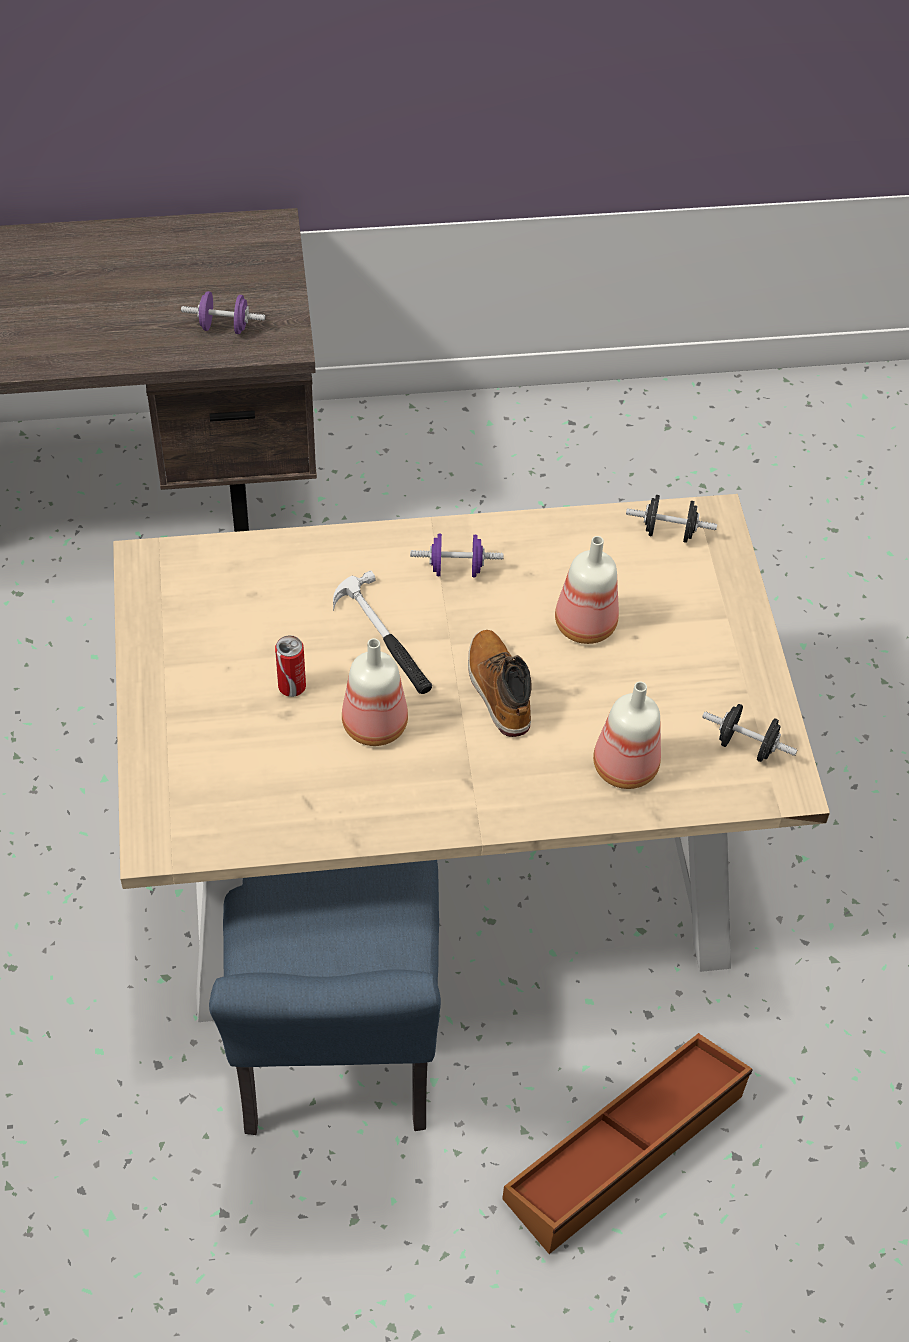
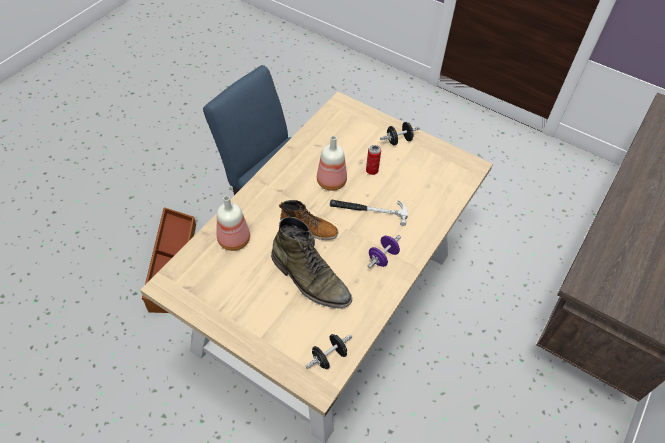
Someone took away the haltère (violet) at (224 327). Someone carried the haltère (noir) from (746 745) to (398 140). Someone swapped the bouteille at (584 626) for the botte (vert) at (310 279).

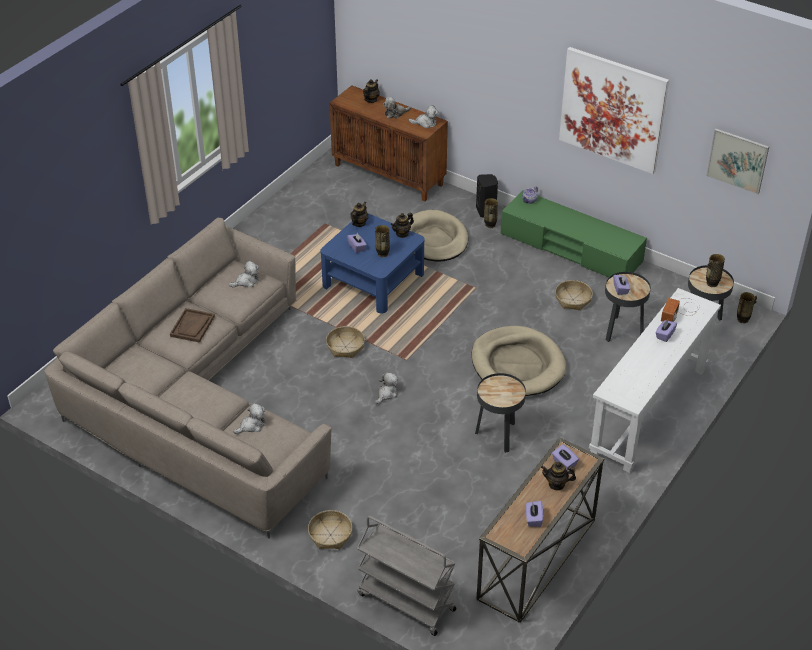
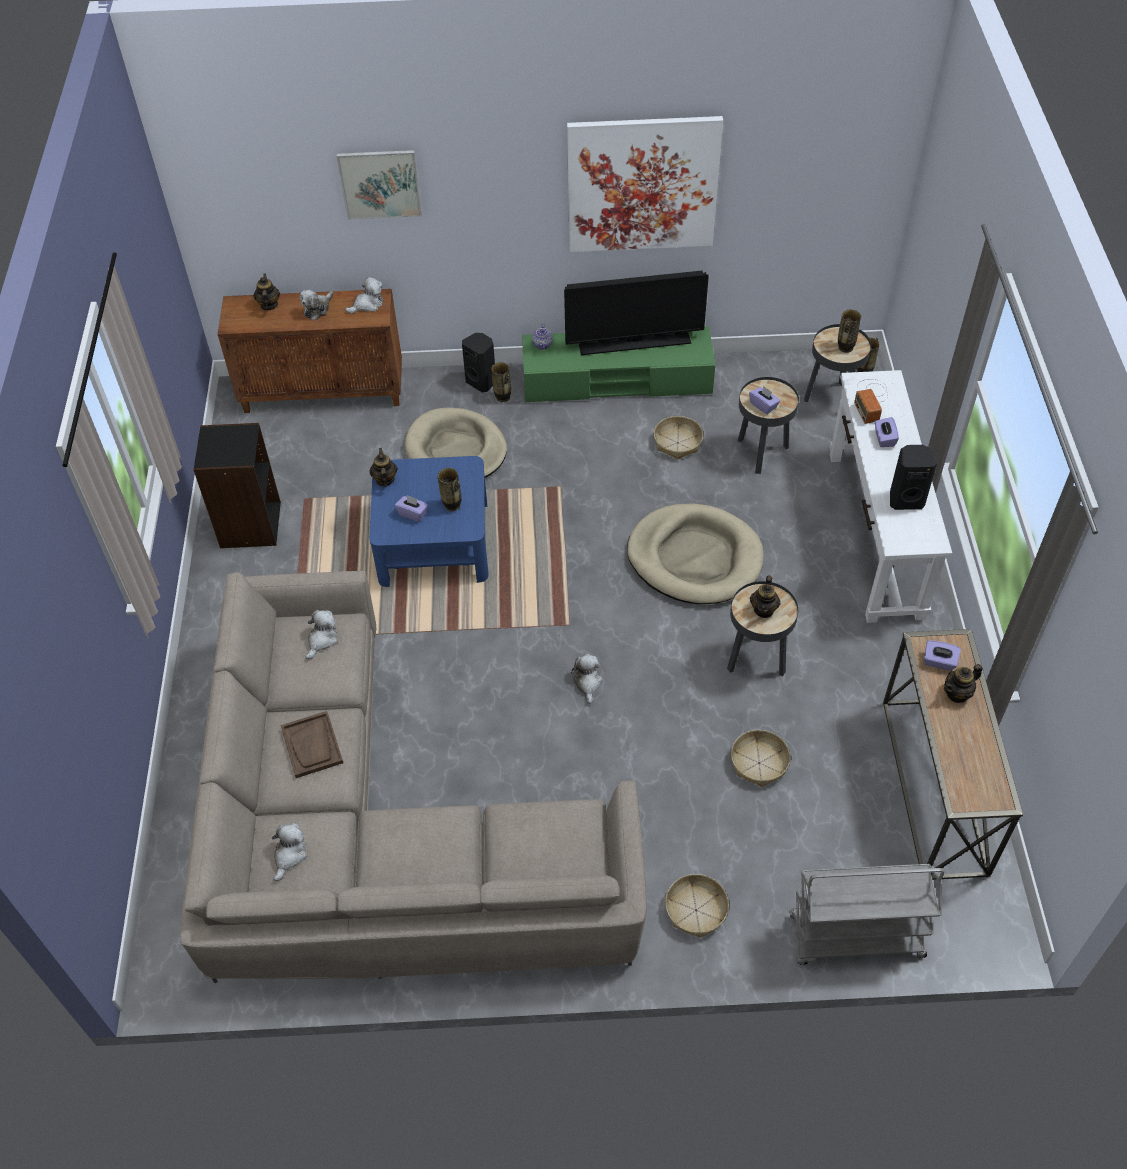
Someone took away the boîte à mouchoirs (violet) at (533 519). Someone put down the bibliothèque (noir) at (249 524). Someone put down the téléviseur at (634 343). Someone put down the enceinte (noir) at (905 499). Someone carried the peluche from (251 425) to (289 855). Someone carried the panier from (345 346) to (758 763). Someone carried the théière from (402 234) to (764 609). Someone carried the tableau from (737 160) to (380 184).

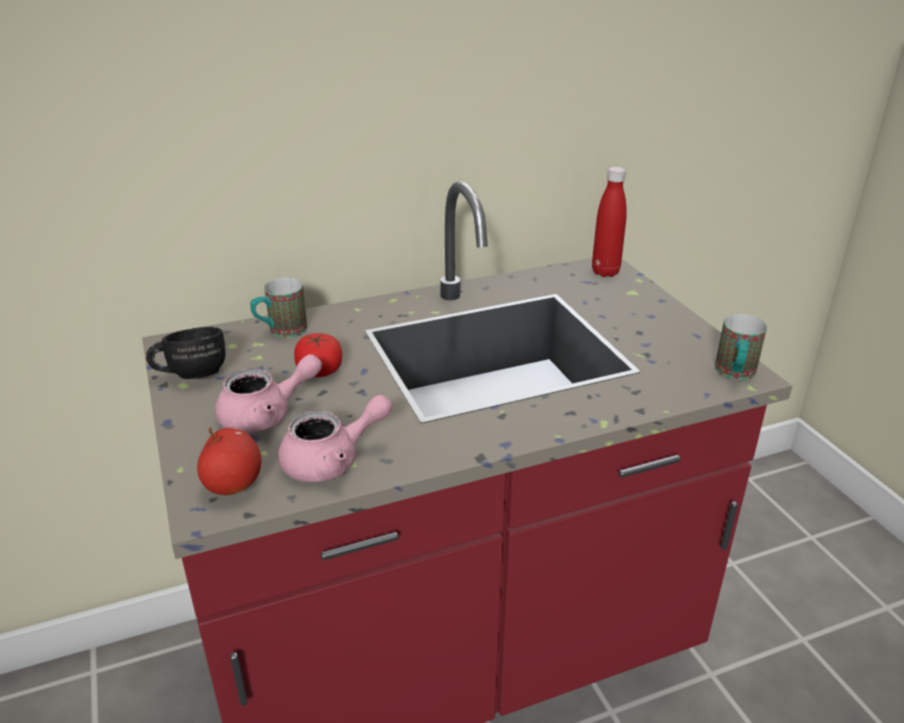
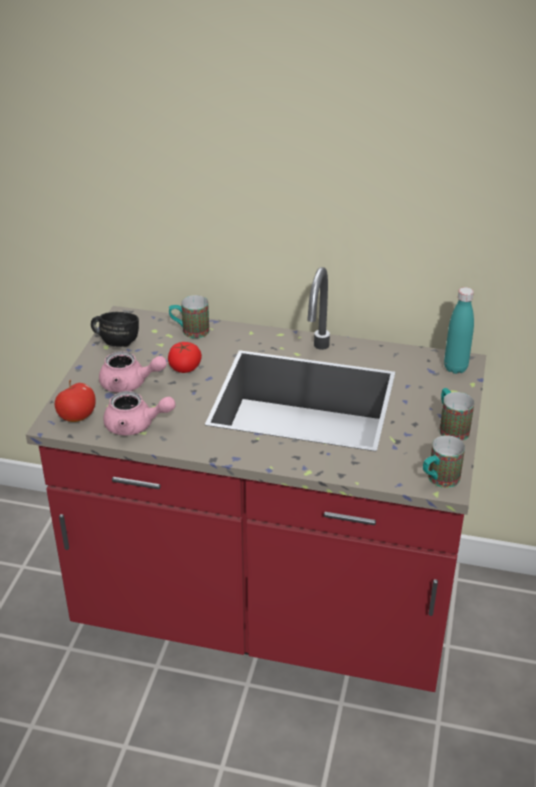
Someone put down the mug at (451 427). Someone repainted the bouteille (rouge) at (605 272), which became the bouteille (turquoise) at (455 368).

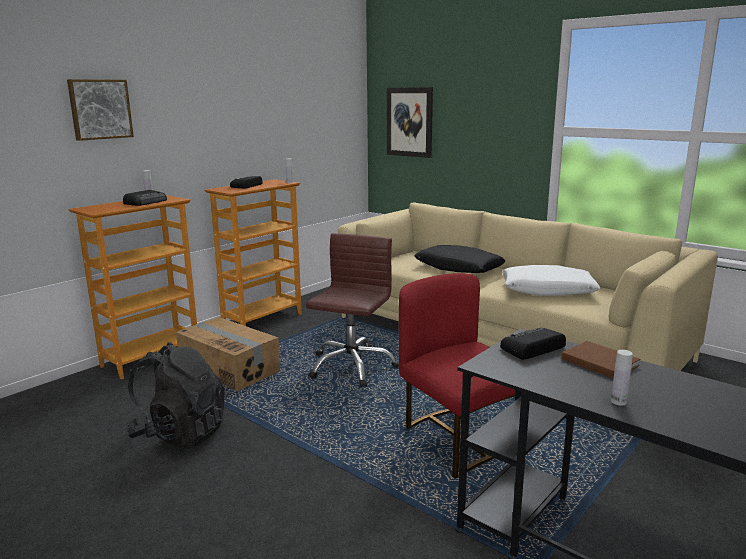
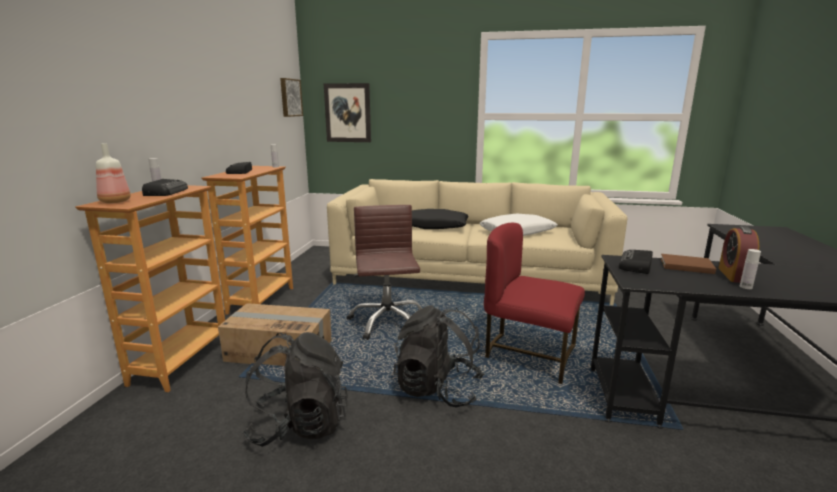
Someone put down the bouteille at (114 202). Someone put down the sac à dos (noir) at (437 389). Someone put down the réveil at (734 275). Someone carried the tableau from (100 109) to (290 97).

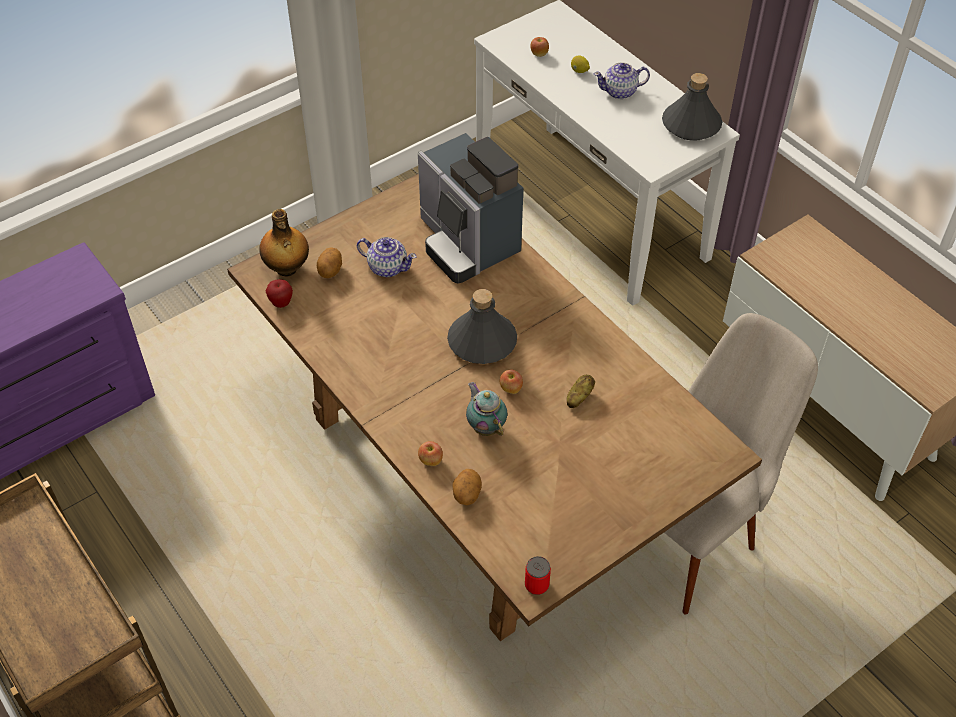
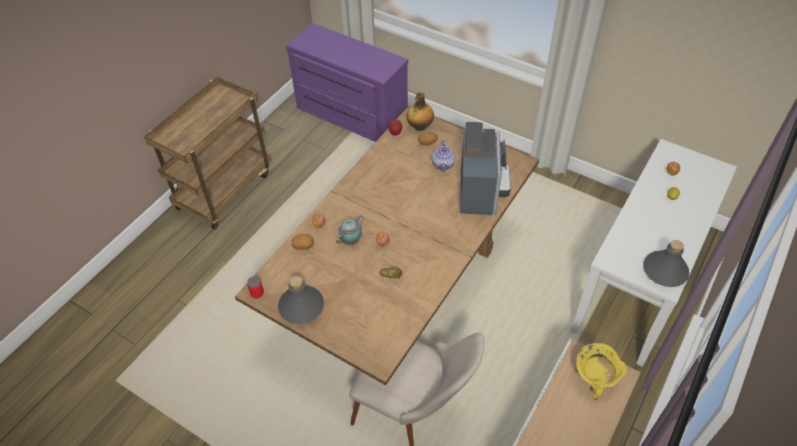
Someone took away the théière at (620 92). Someone put down the marmite (jaune) at (594 380). Someone carried the bouteille (gris) from (481 341) to (301 306). Someone rotated the machine à café at (467 243) by 150 degrees clockwise.

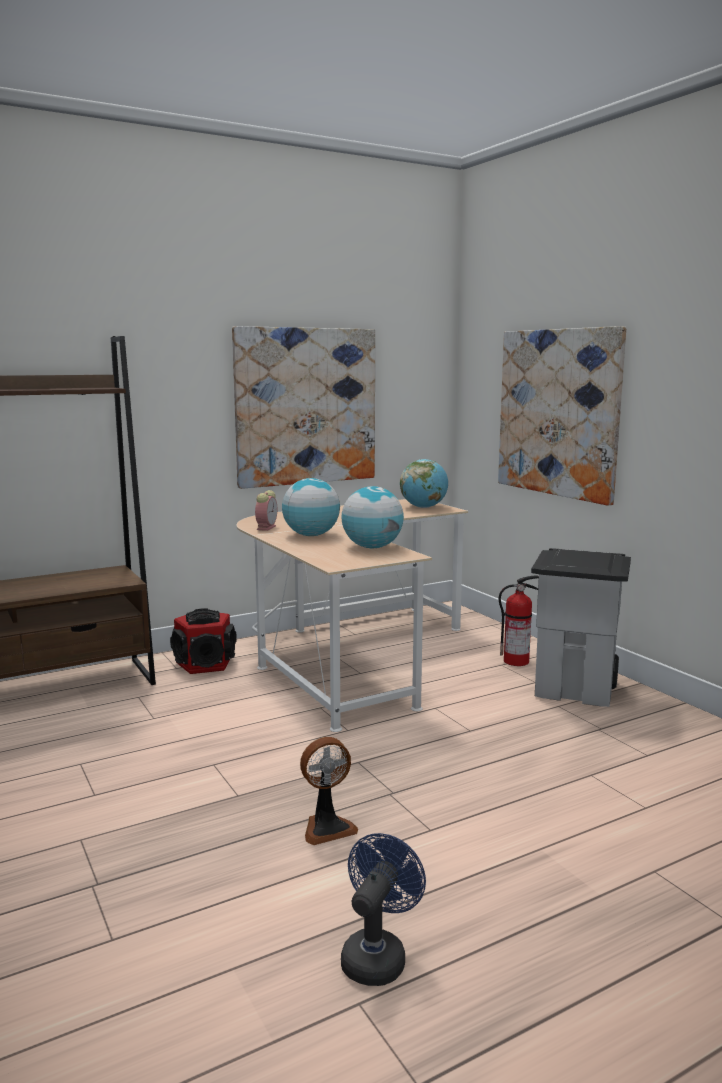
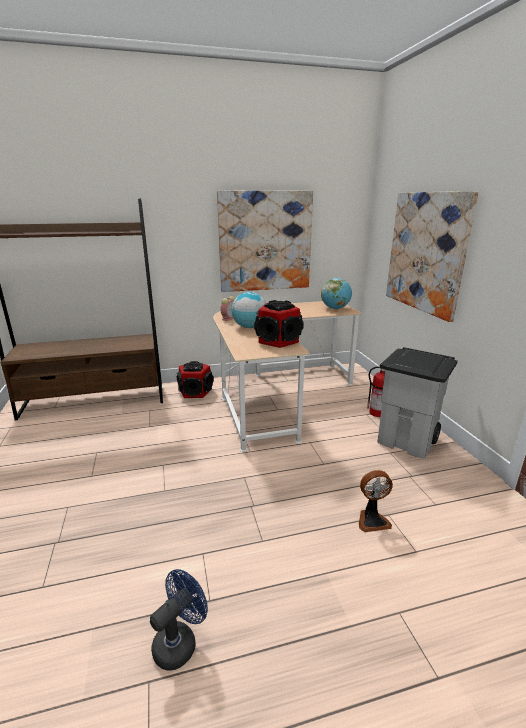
Someone carried the ventilateur from (327 828) to (372 520). Someone swapped the globe at (372 547) for the enceinte at (278 340).

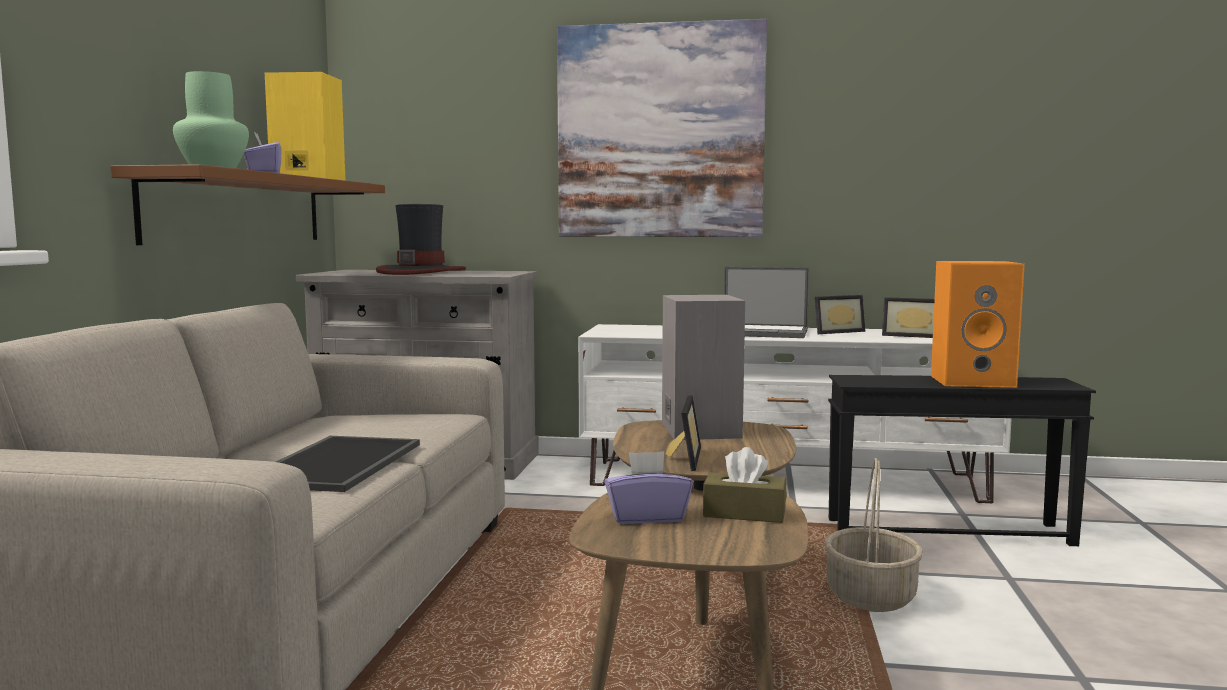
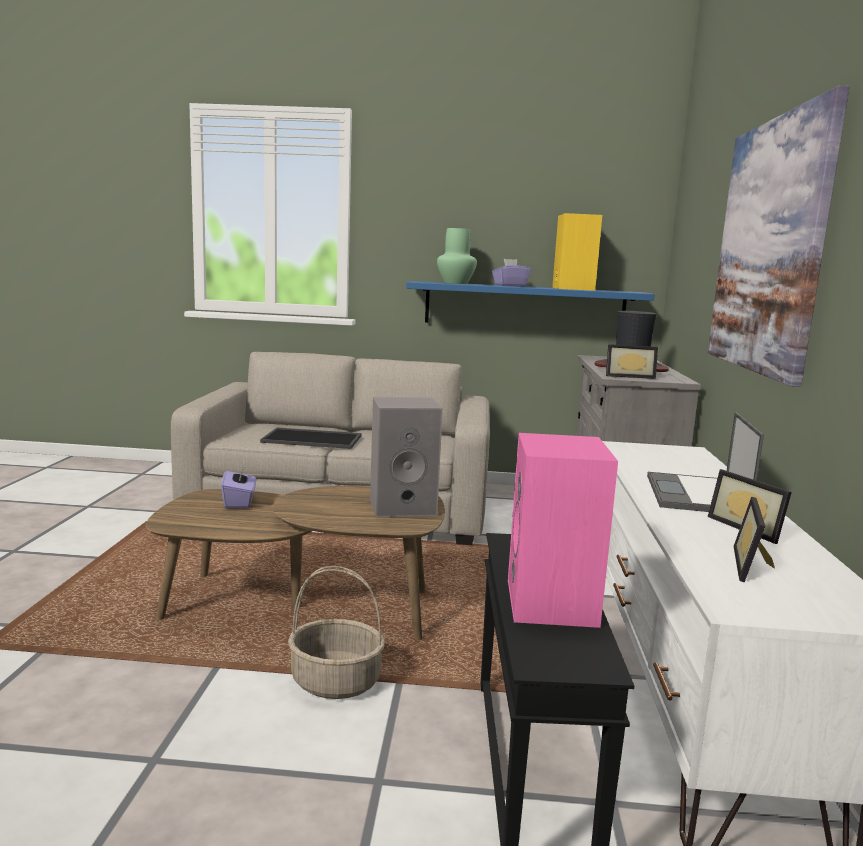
Someone took away the boîte à mouchoirs (marron) at (744 513). Someone carried the cadre photo from (681 459) to (629 376). Someone repainted the étagère (marron) at (239 209), which became the étagère (bleu) at (524 307). Someone repainted the enceinte (orange) at (974 381), which became the enceinte (rose) at (553 604).

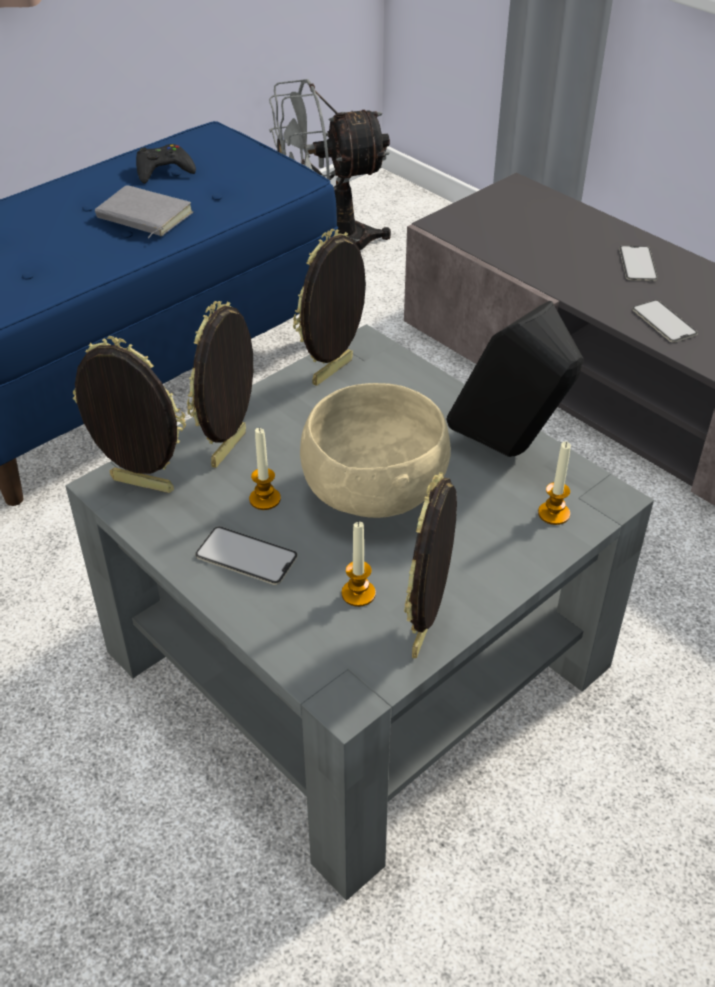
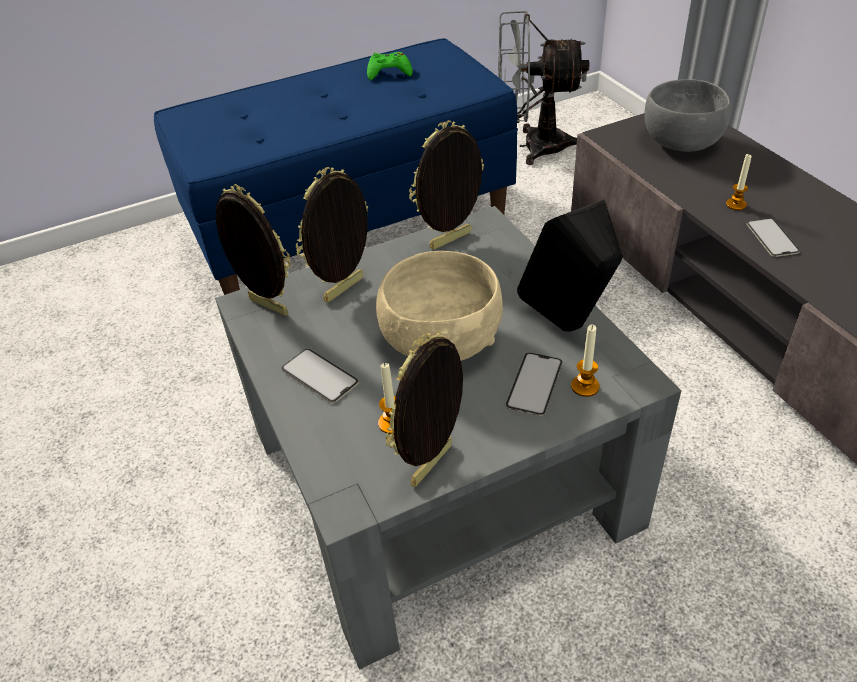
Someone took away the livre (gris) at (142 217). Someone put down the bol (gris) at (681 143). Someone carried the bougie from (265 499) to (736 204). Someone carried the téléphone from (638 264) to (534 384). Someone repainted the manette (noir) at (163 170), which became the manette (vert) at (389 71).

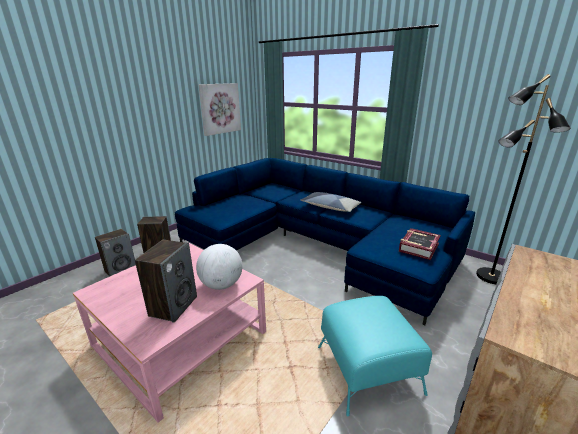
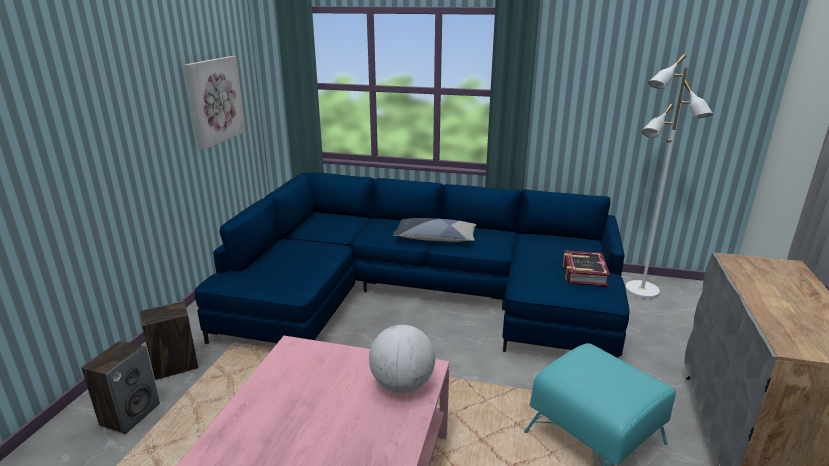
Someone took away the enceinte at (173 306). Someone repainted the lampadaire (noir) at (490 277), which became the lampadaire (blanc) at (641 291).

